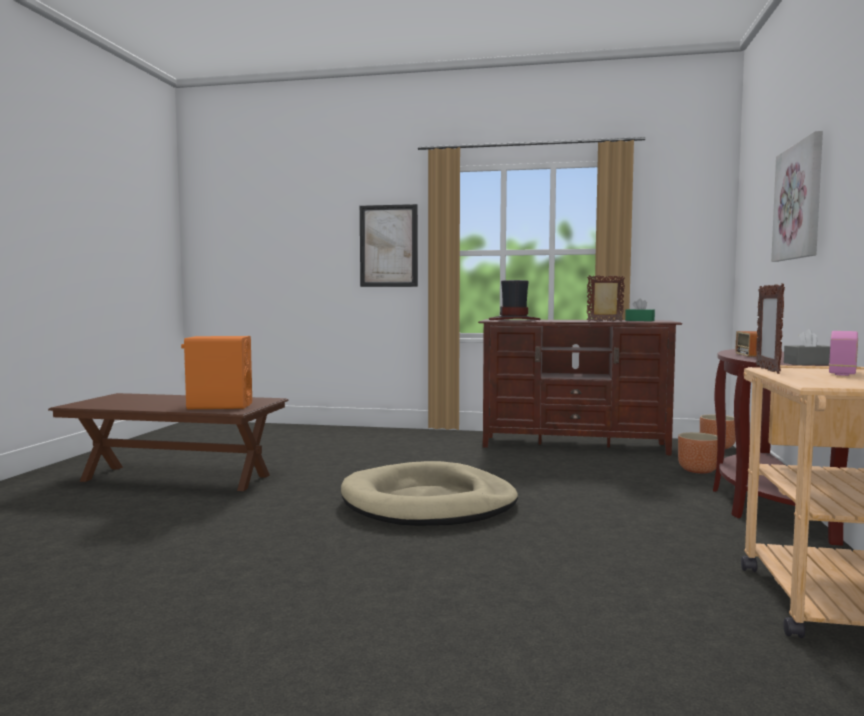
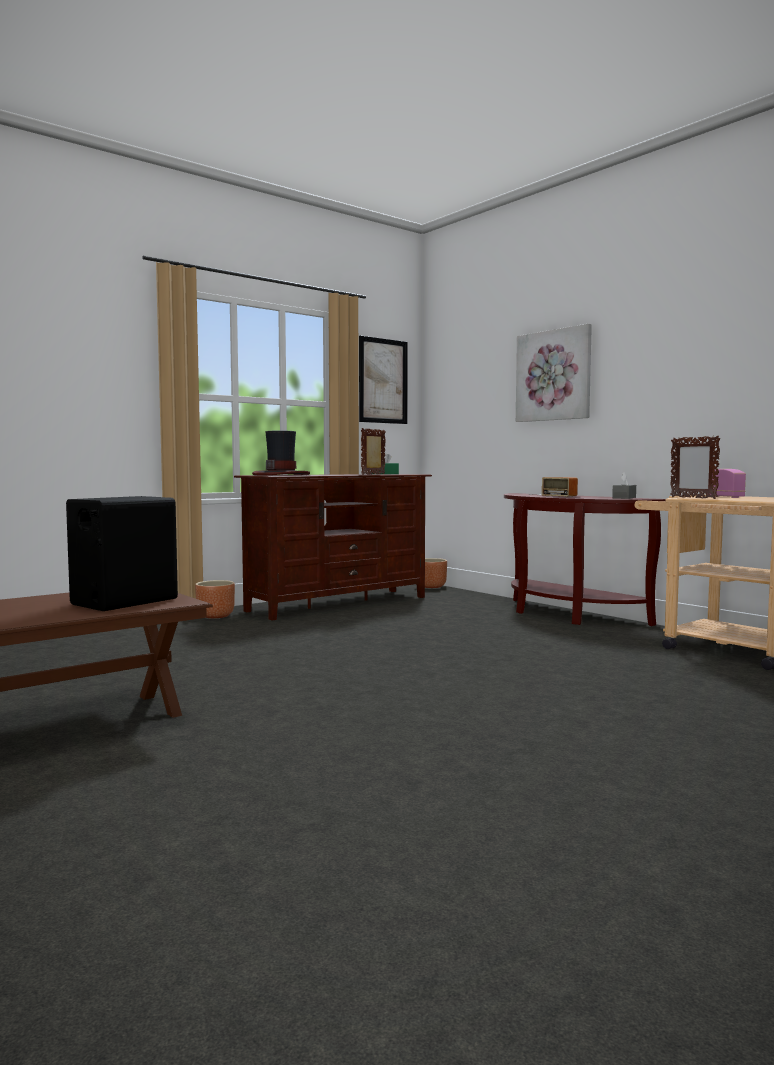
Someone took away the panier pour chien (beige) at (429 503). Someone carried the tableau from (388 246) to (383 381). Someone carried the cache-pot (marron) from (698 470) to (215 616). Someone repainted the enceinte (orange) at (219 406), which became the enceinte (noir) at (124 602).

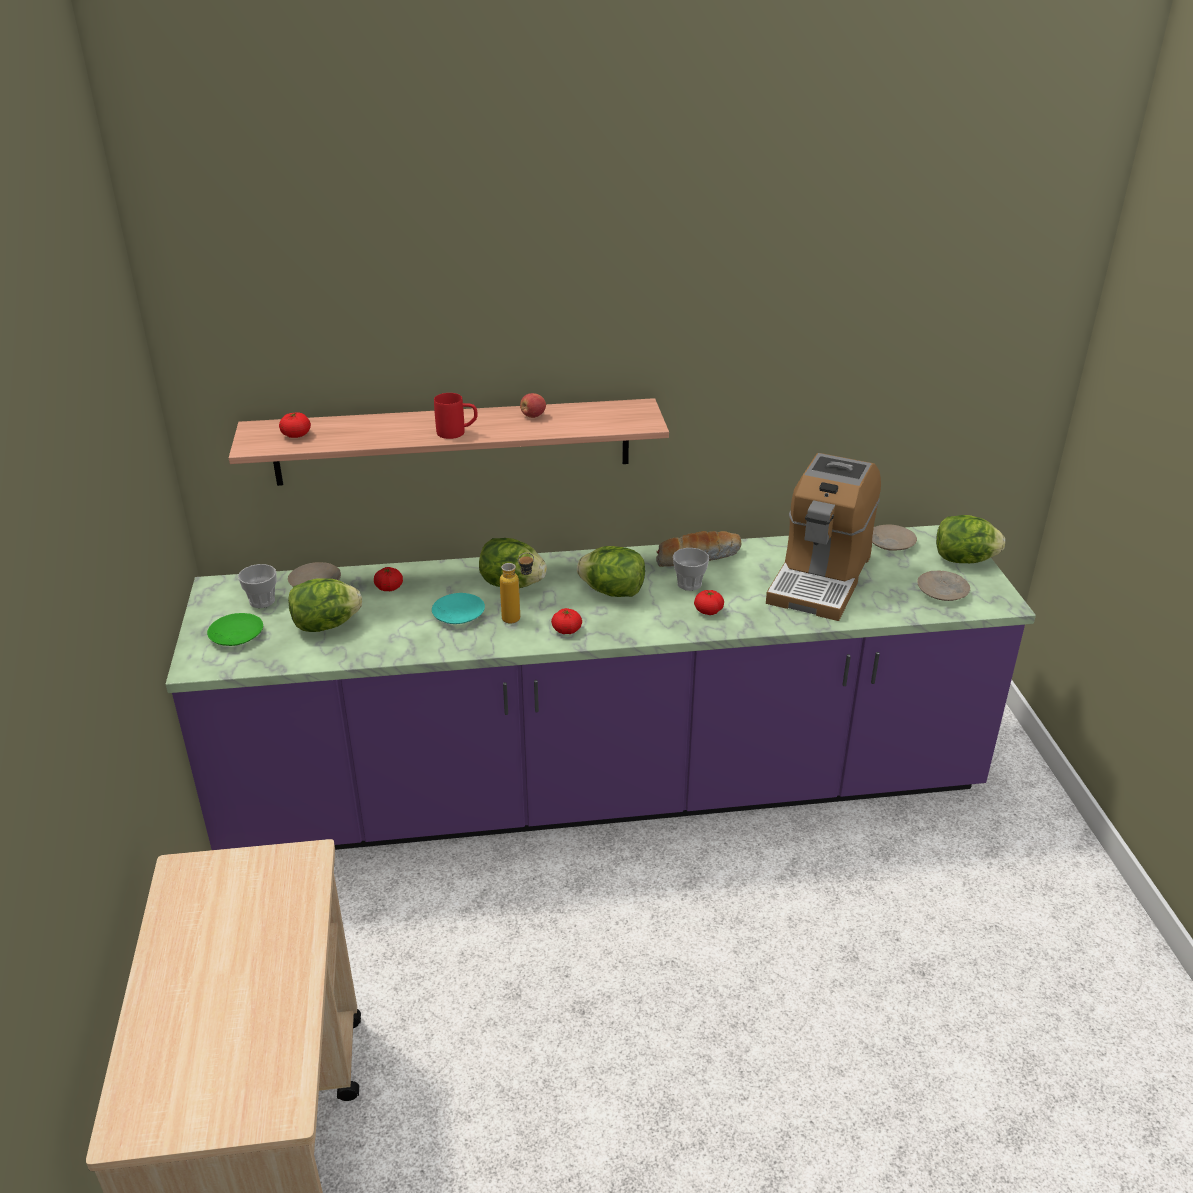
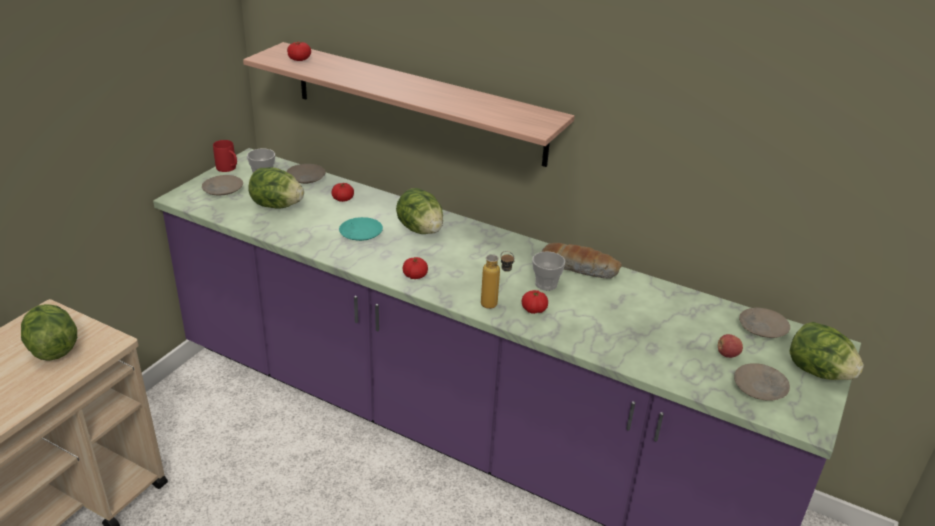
Someone took away the machine à café at (820 578). Someone carried the mug (rouge) from (457 433) to (229 169). Someone carried the bouteille from (518 618) to (495 306). Someone carried the pomme from (533 416) to (727 354). Someone carried the laitue from (613 592) to (53 349). Someone repainted the assiette (vert) at (236 636), which became the assiette (beige) at (222 190).

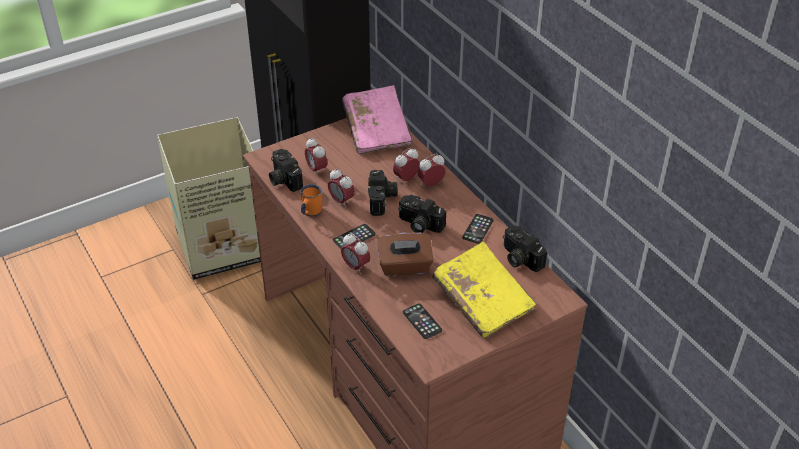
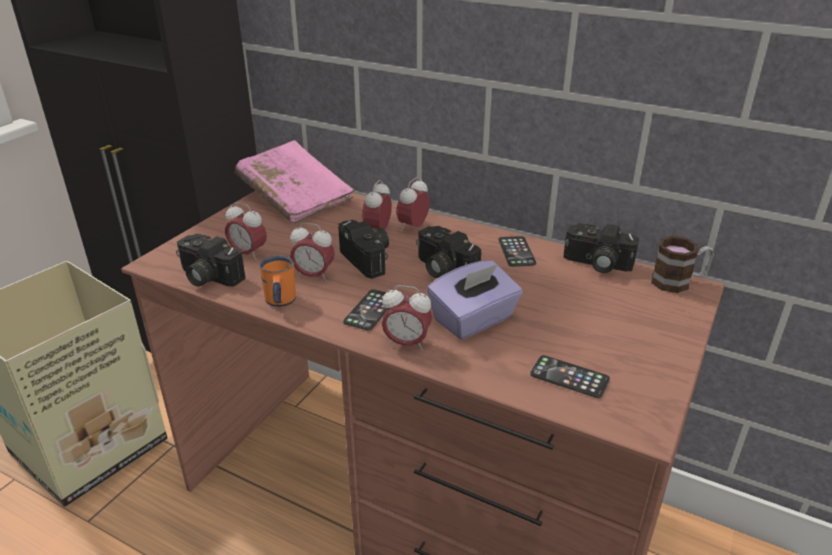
Someone took away the livre (jaune) at (482 300). Someone put down the mug at (678 282). Someone repainted the boîte à mouchoirs (marron) at (405 267), which became the boîte à mouchoirs (violet) at (474 320). Someone rotated the appareil photo at (419 224) by 45 degrees clockwise.

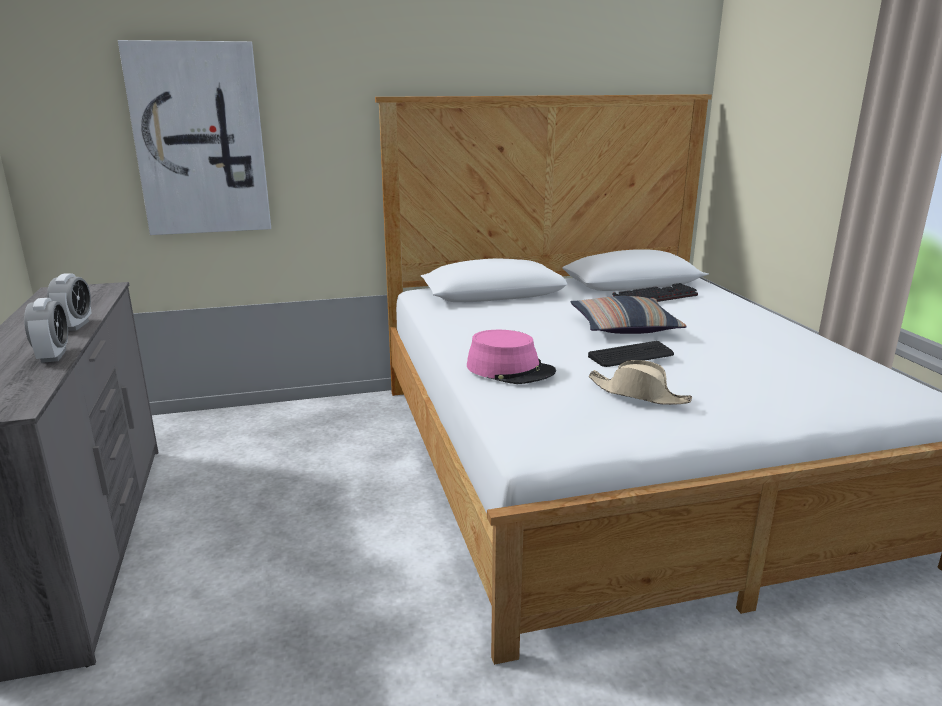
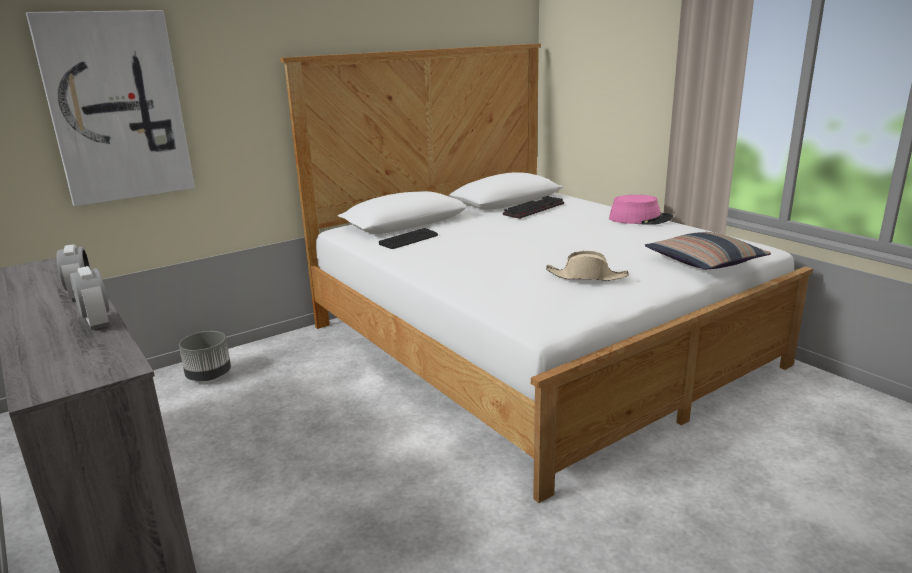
Someone put down the cache-pot (gris) at (209 376). Someone carried the chapeau (rose) from (510 369) to (640 219). Someone carried the coussin from (624 327) to (704 262). Someone carried the clavier from (631 355) to (409 239).

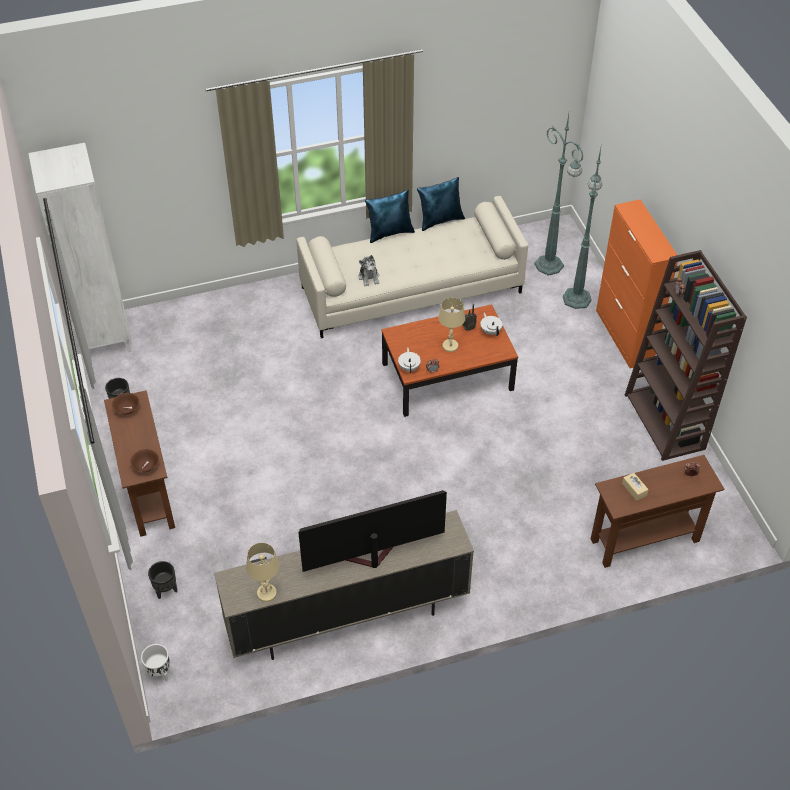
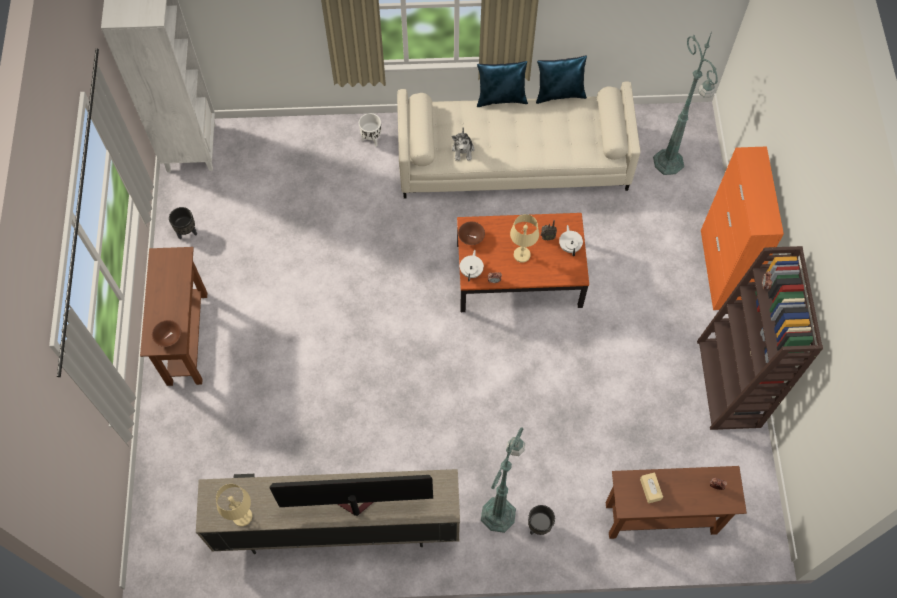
Someone carried the bol (marron) from (127 409) to (471 238). Someone carried the cache-pot (blanc) from (160 673) to (371 139). Someone carried the cache-pot (noir) from (165 590) to (538 527). Someone carried the lampadaire (vert) from (577 297) to (499 513).

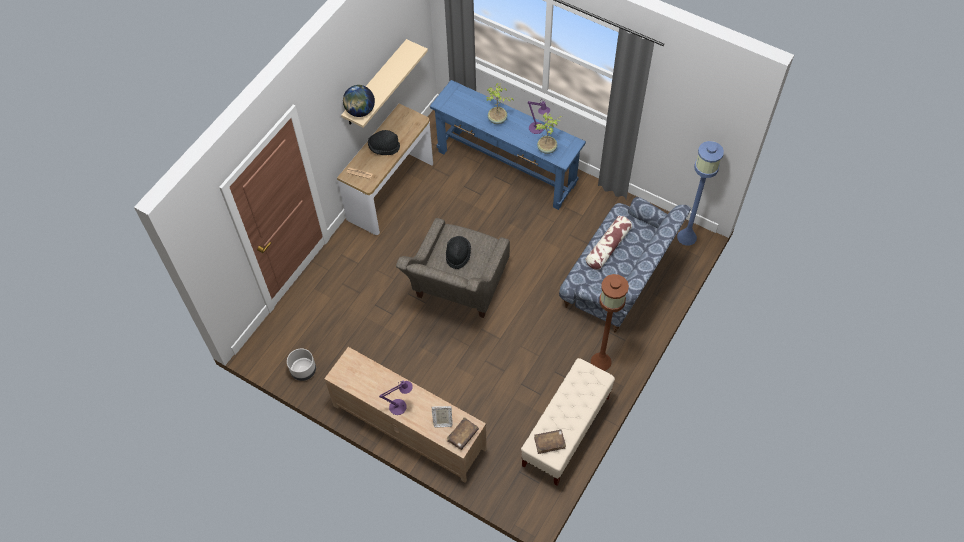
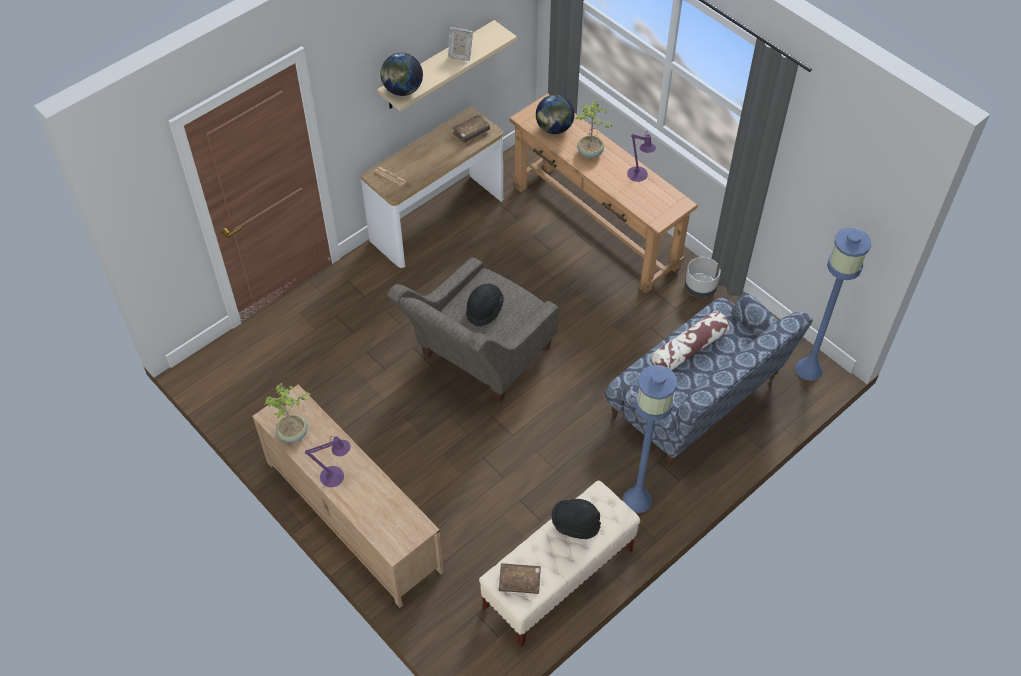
Someone put down the globe at (554 129). Someone carried the cache-pot (gris) from (303 370) to (700 287). Someone carried the chapeau (noir) from (384 148) to (575 524). Someone carried the cadre photo from (442 421) to (460 54). Someone carried the livre (marron) from (463 435) to (471 132). Someone carried the plante en pot from (547 149) to (293 434). Someone repainted the table console (bleu) at (506 168), which became the table console (marron) at (595 226). Someone repainted the lampadaire (marron) at (601 362), which became the lampadaire (bleu) at (637 500).

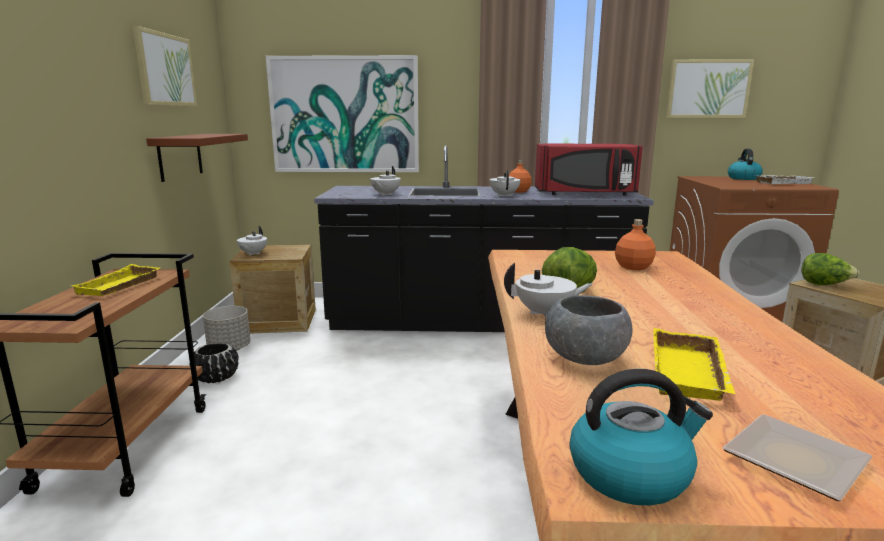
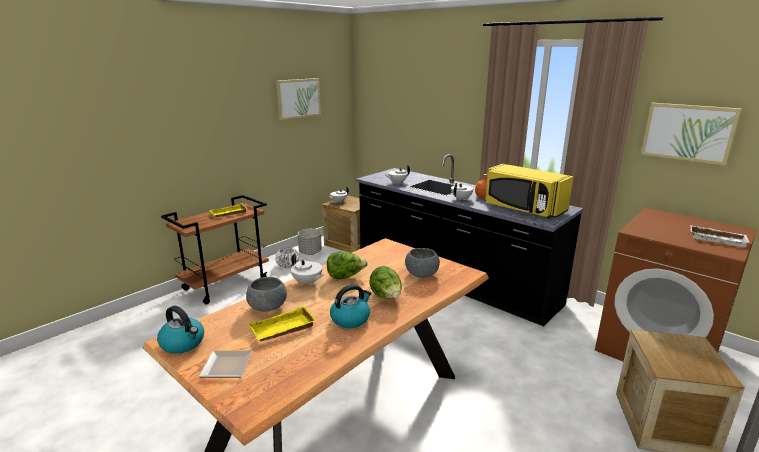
Someone took away the étagère (marron) at (180 156). Someone took away the tableau at (345 115). Someone carried the bouilloire from (743 178) to (350 319). Someone carried the laitue from (824 285) to (386 297). Someone swapped the bouteille (orange) at (633 267) for the bol (gris) at (421 274). Someone repainted the cache-pot (noir) at (216 377), which became the cache-pot (blanc) at (287 266). Someone repainted the micro-ondes (rouge) at (585 193), which became the micro-ondes (jaune) at (523 209).

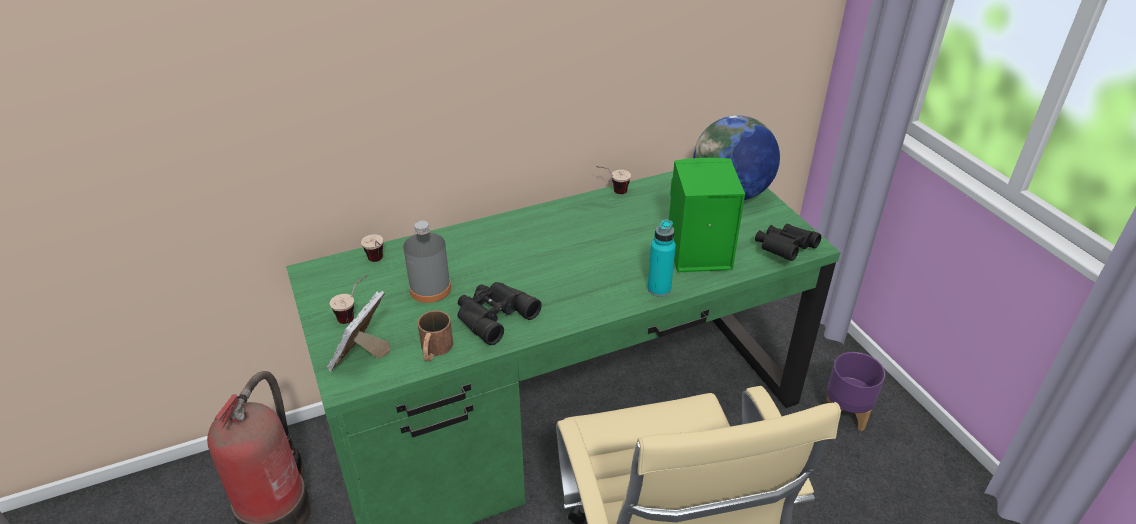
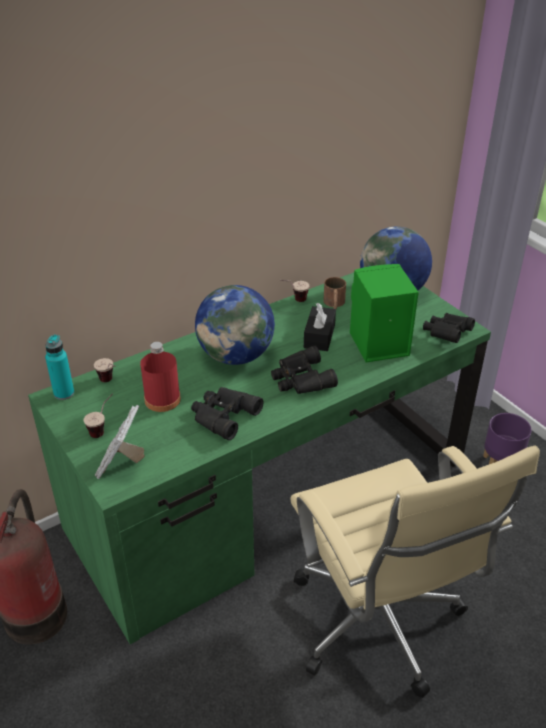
Someone put down the globe at (236 356). Someone put down the jumelles (noir) at (300 379). Someone put down the boîte à mouchoirs (noir) at (319 336). Someone carried the mug (marron) from (434 350) to (334 304). Someone carried the bouteille (turquoise) from (659 289) to (64 393). Someone repainted the bouteille (gris) at (430 289), which became the bouteille (rouge) at (162 399).

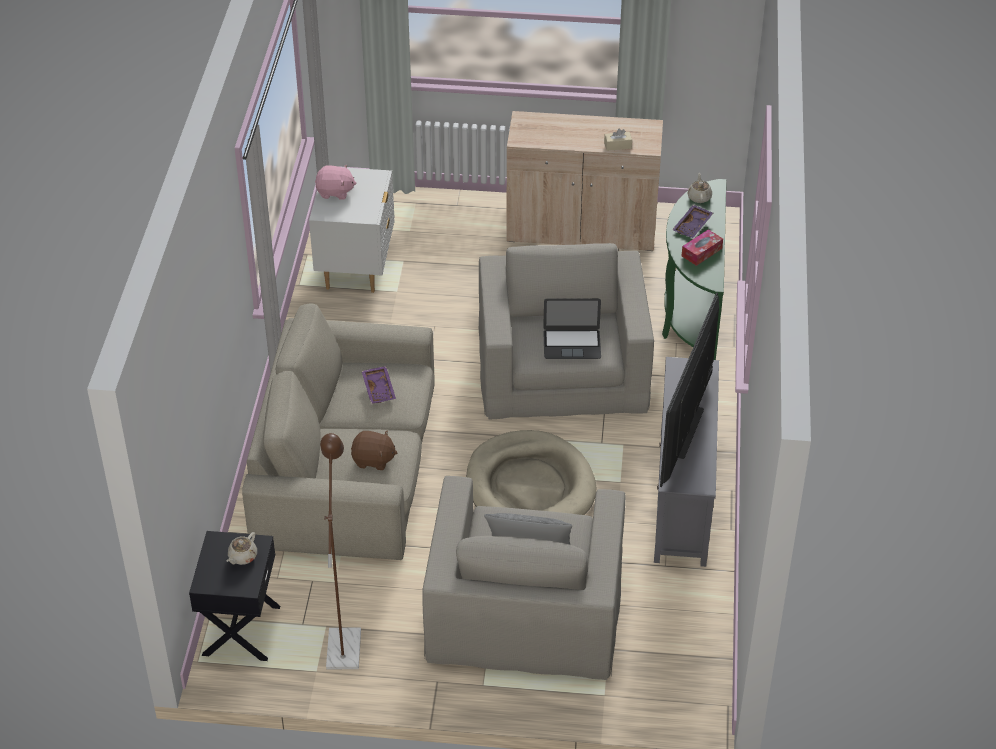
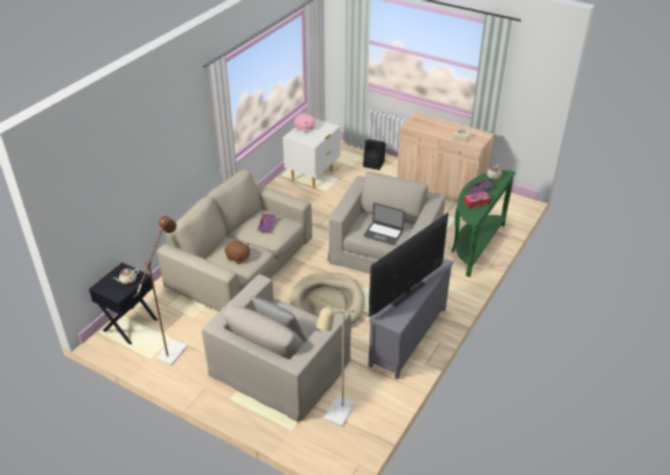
Someone put down the lampadaire (beige) at (336 417). Someone put down the enceinte (noir) at (374 164).

